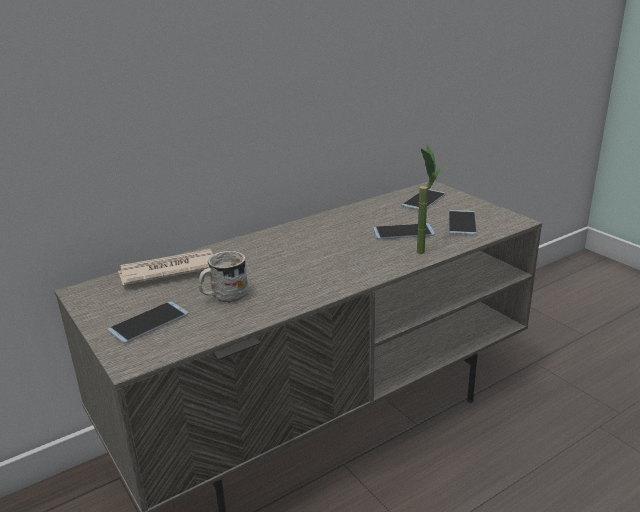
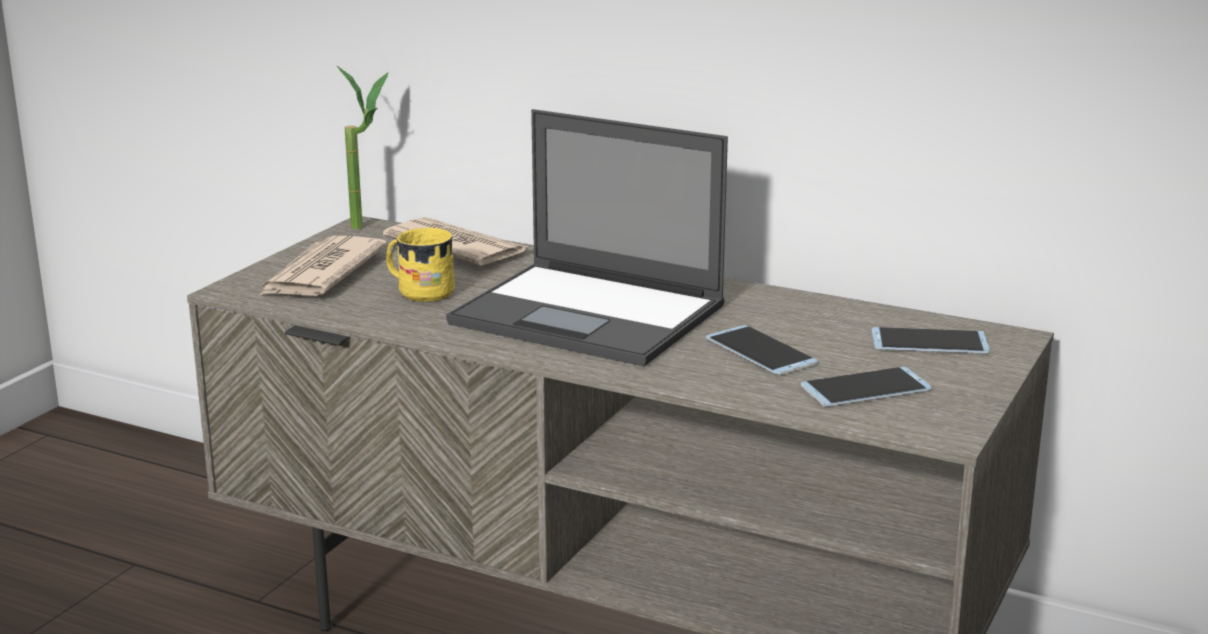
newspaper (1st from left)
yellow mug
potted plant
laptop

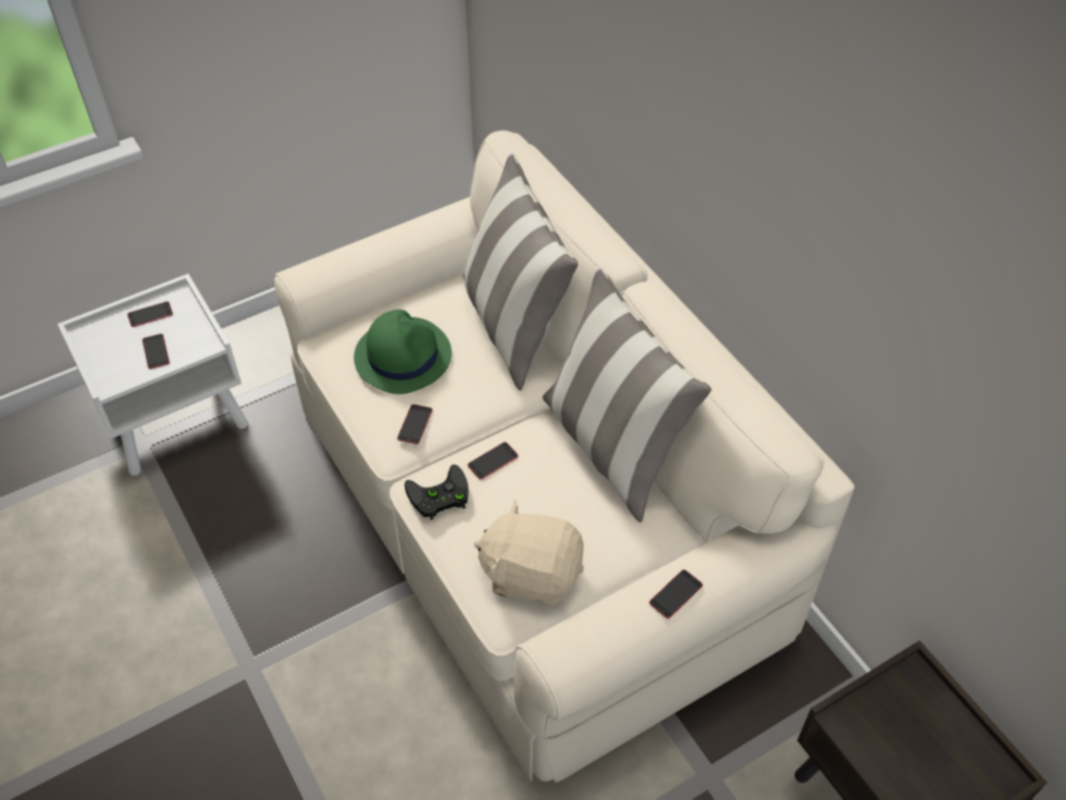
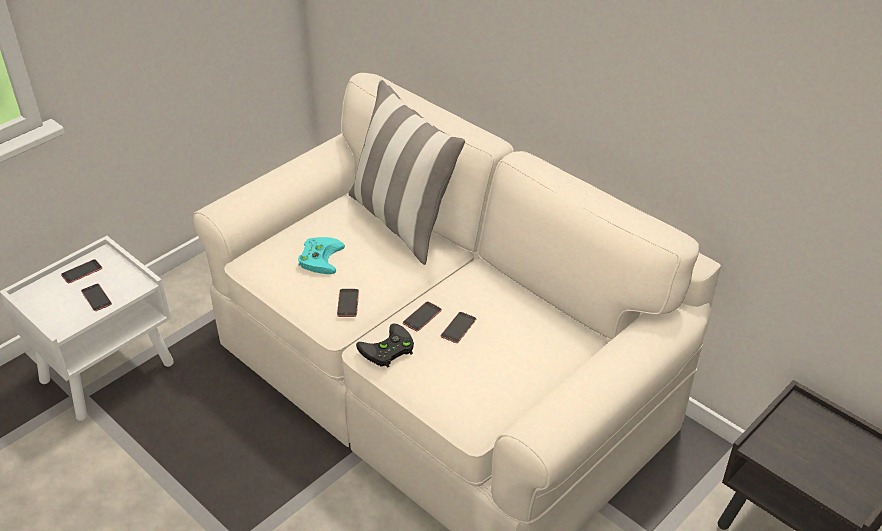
turquoise game controller
beige plush toy
pillow (2nd from left in the first image)
phone (5th from left)

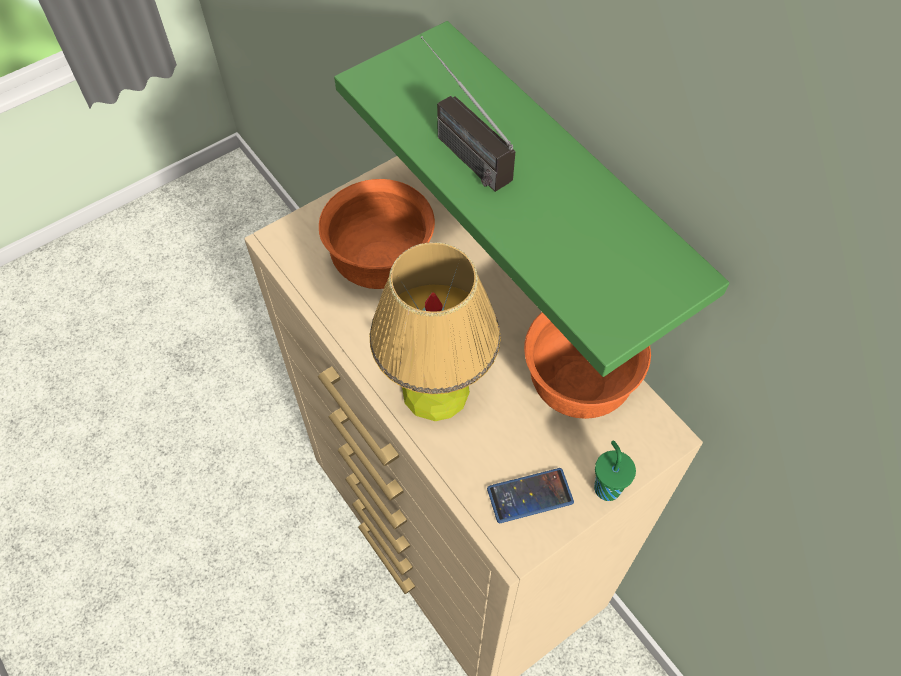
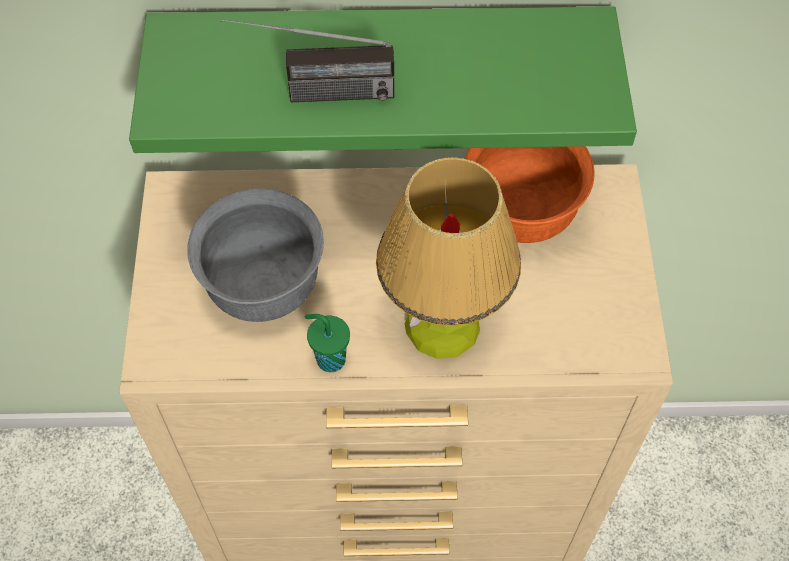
grey bowl
phone
green cup

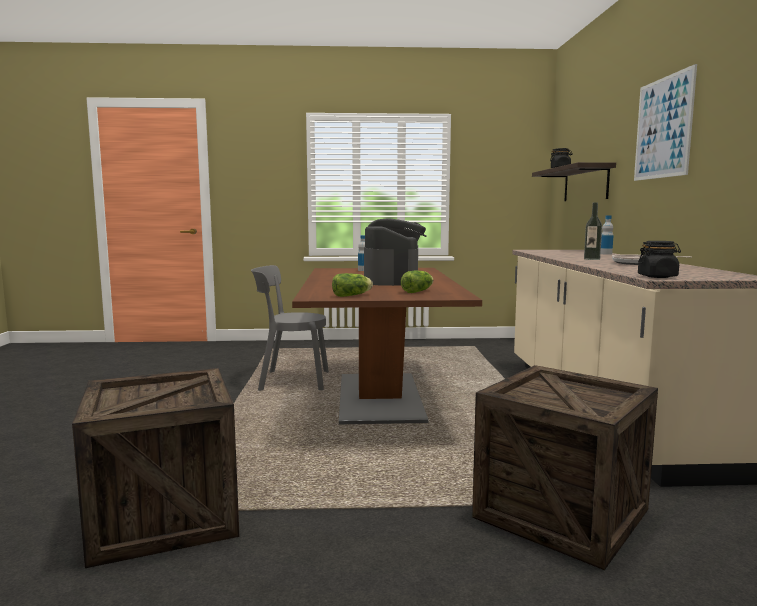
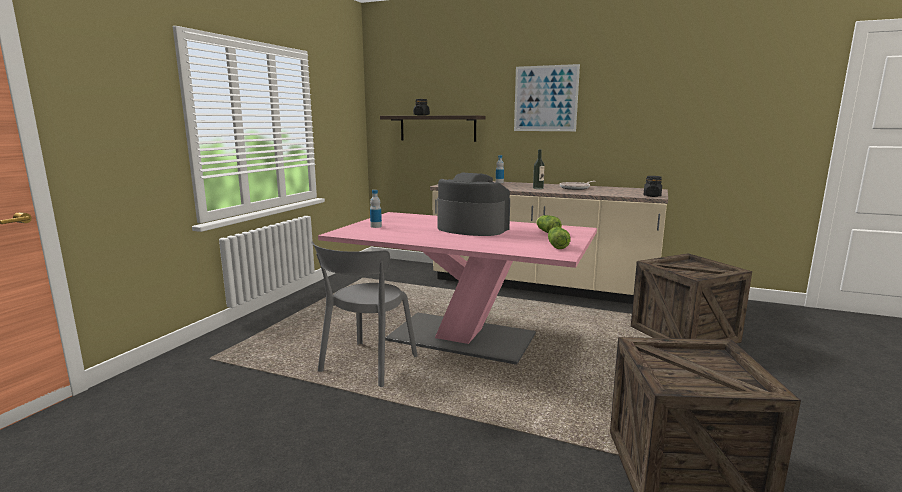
pink dining table

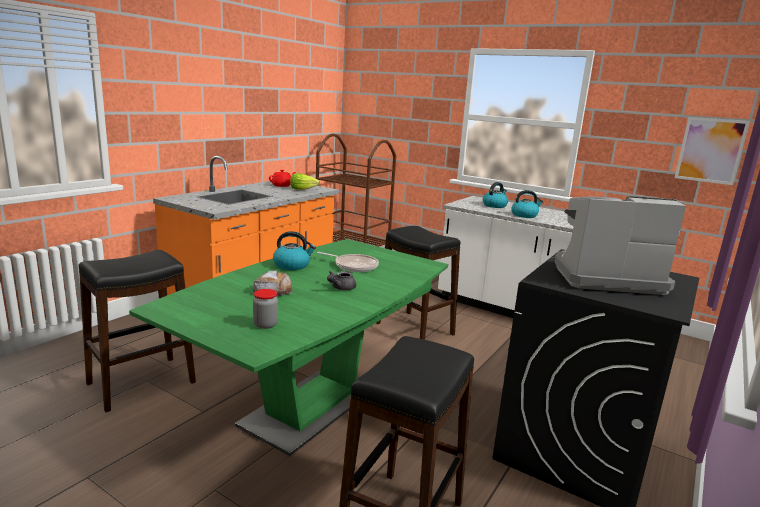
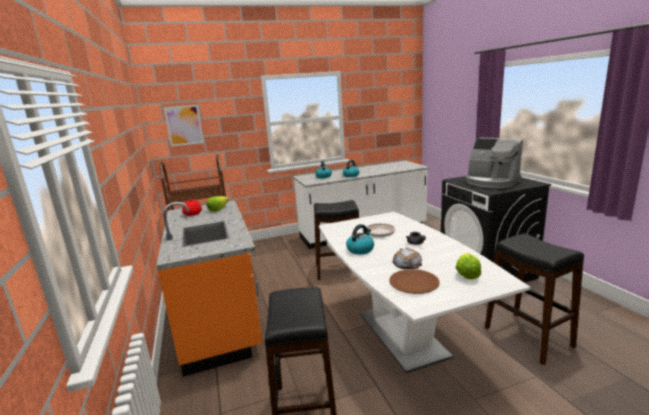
white dining table
lettuce (2nd from left)
coffee machine
picture
brown plate

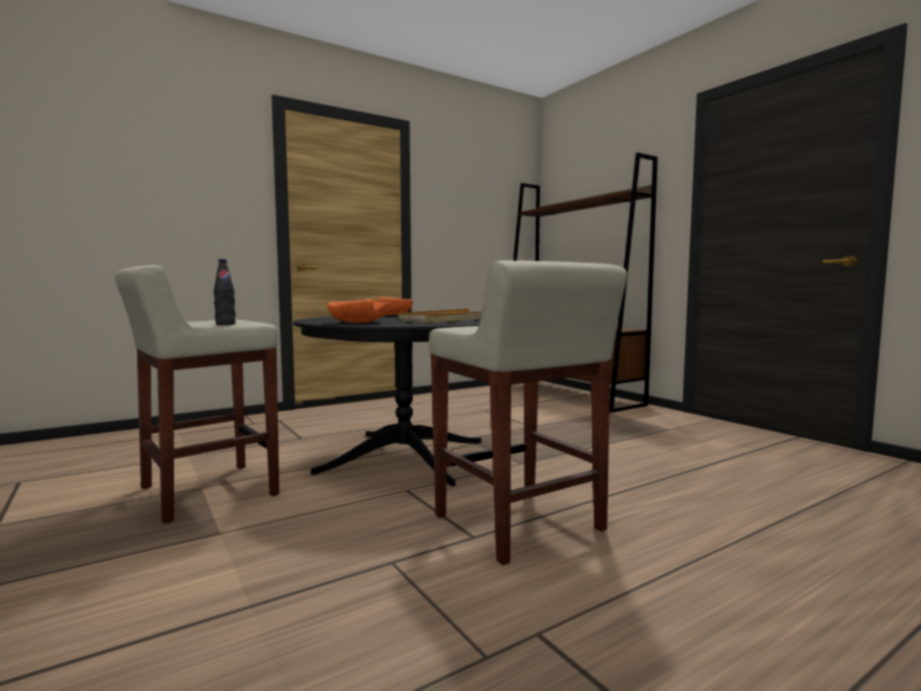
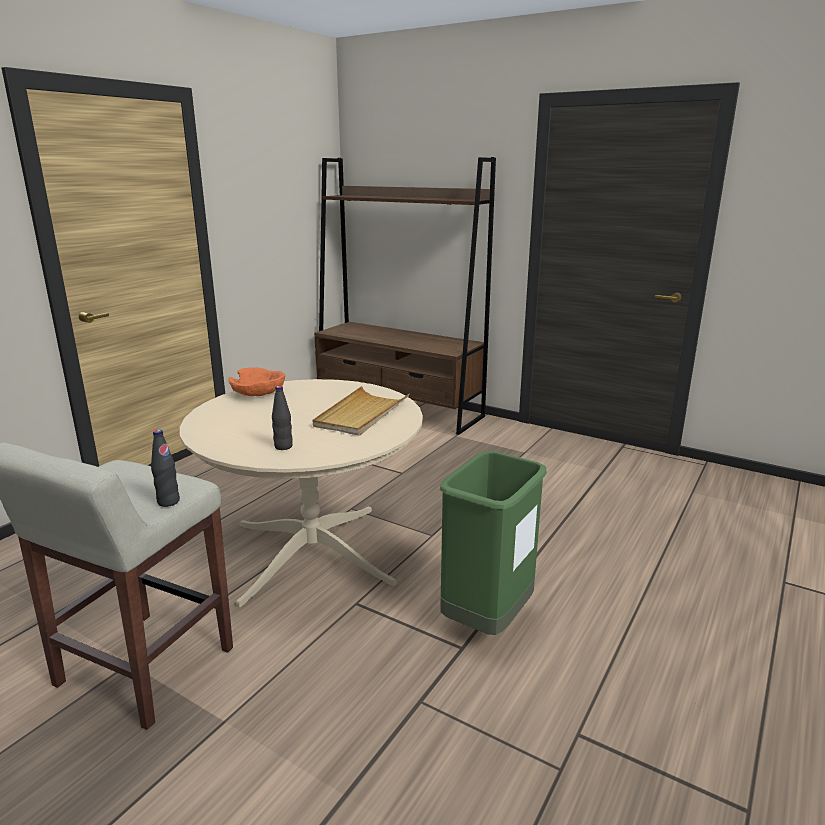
beige dining table
black bottle (2nd from left)
green trash can

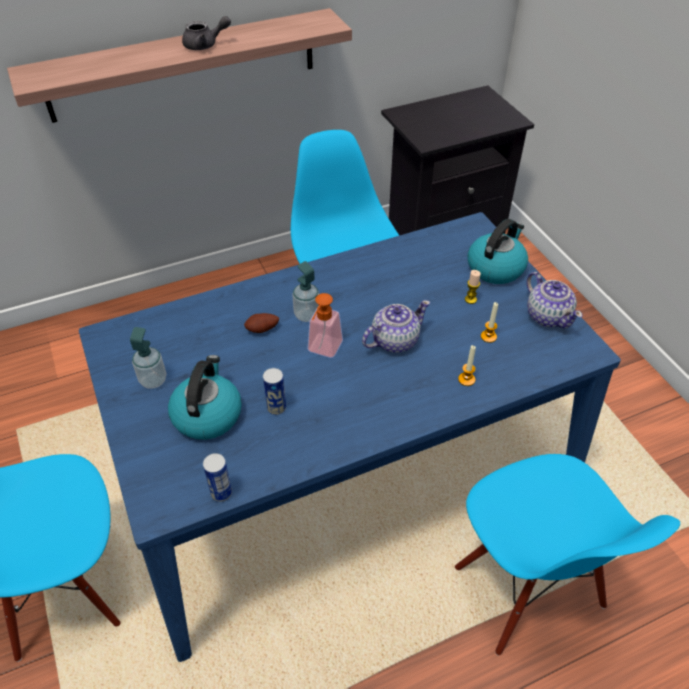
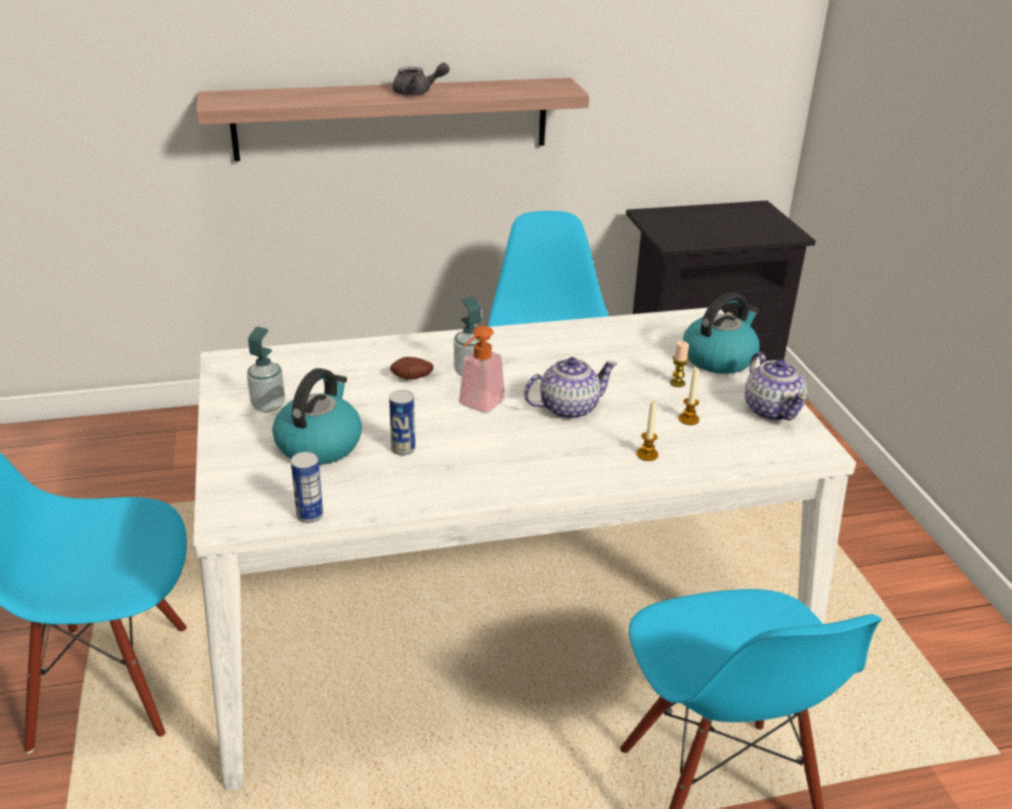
white dining table

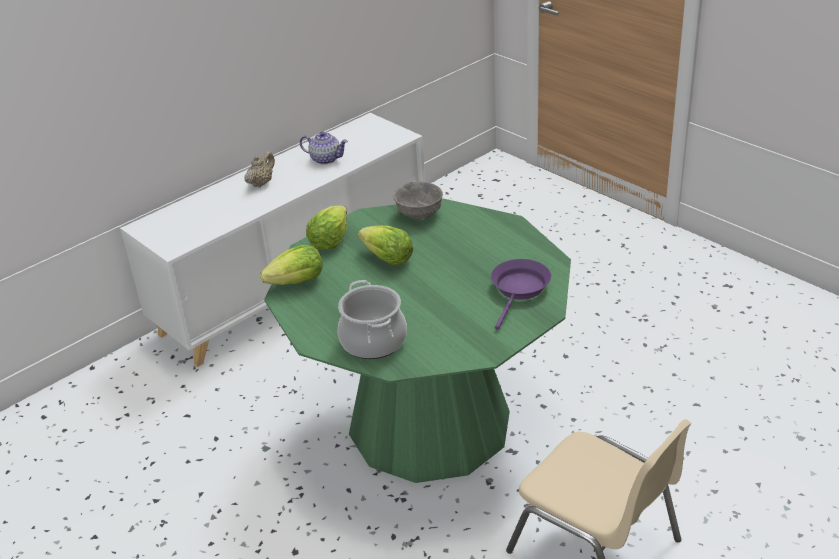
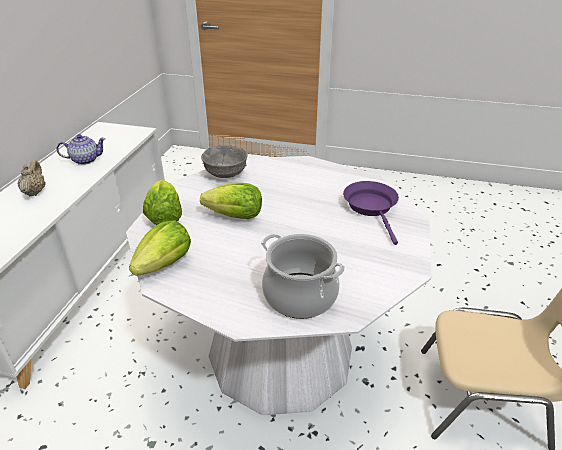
white dining table

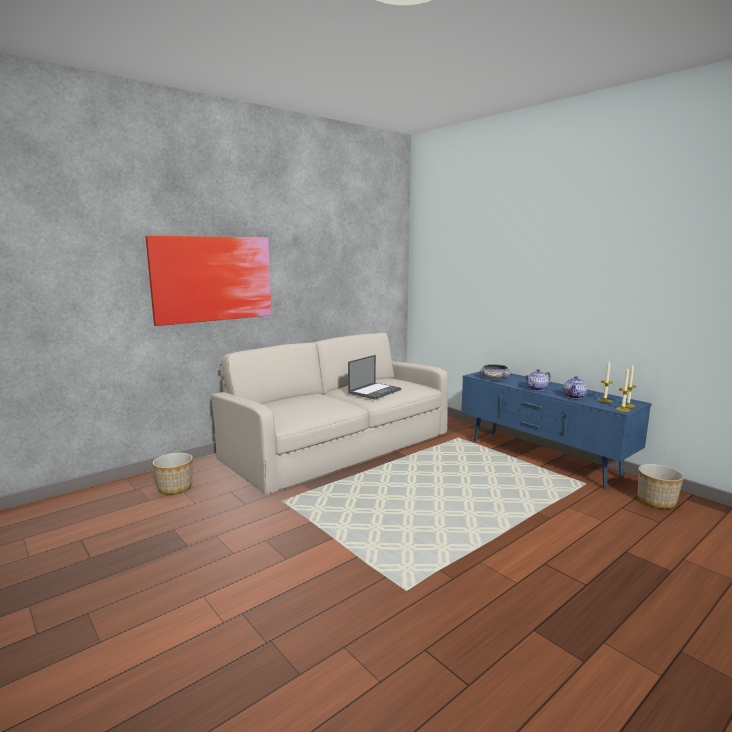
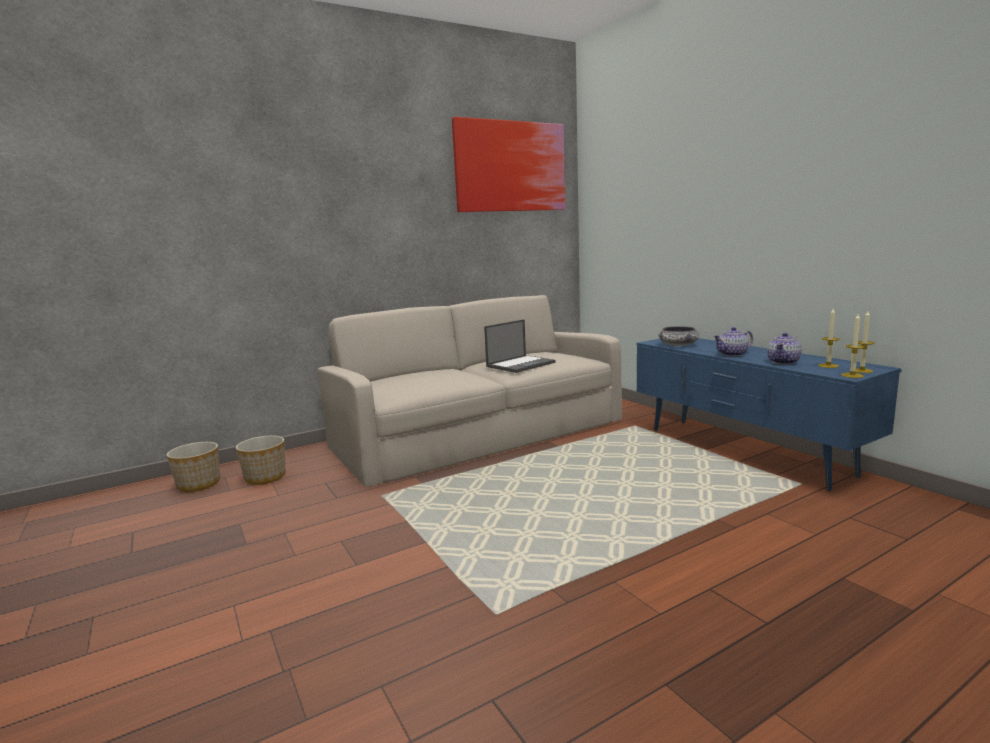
picture
planter (1st from left)

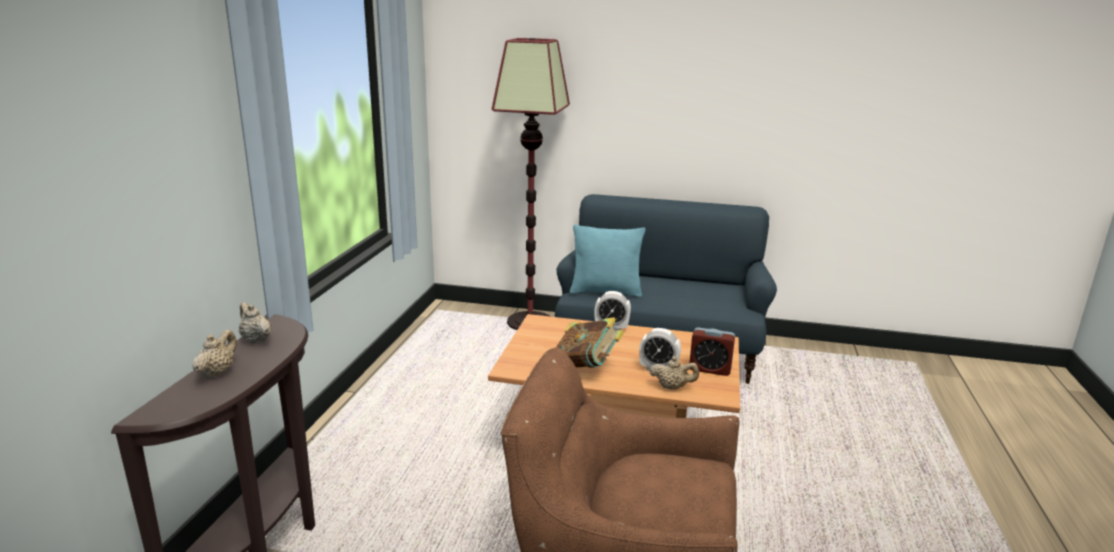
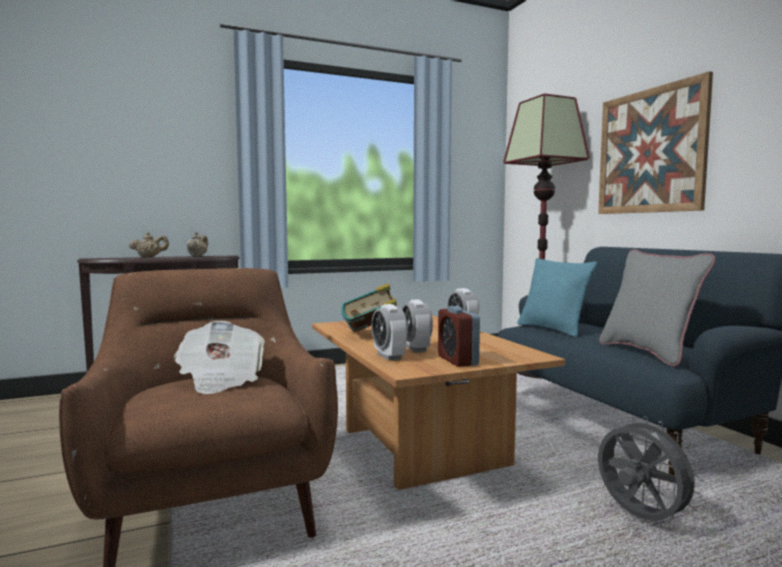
alarm clock (1st from left)
newspaper
picture
grey fan
grey pillow

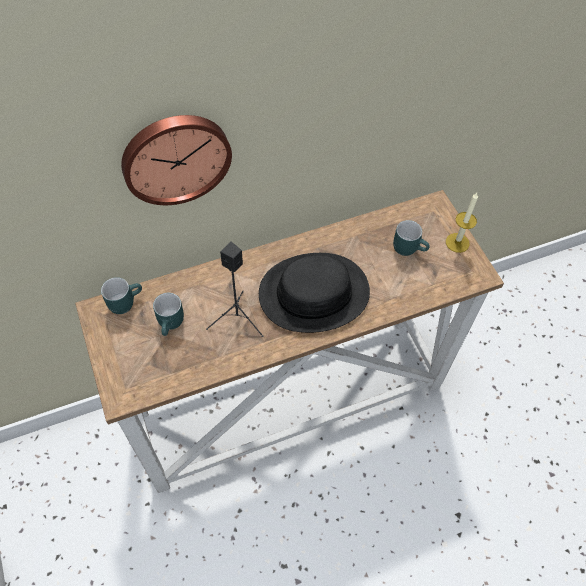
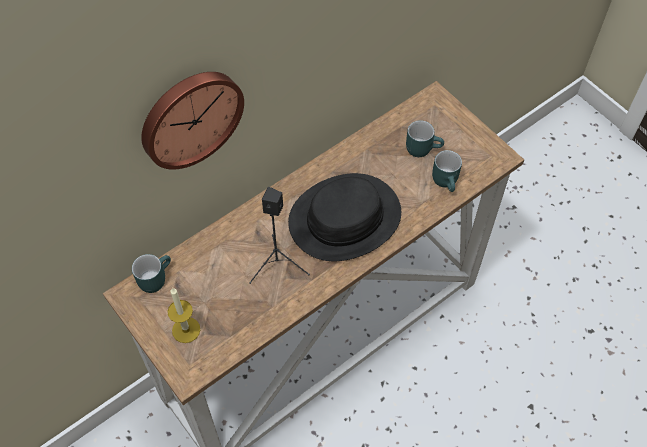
turquoise mug (3rd from left)
candle

